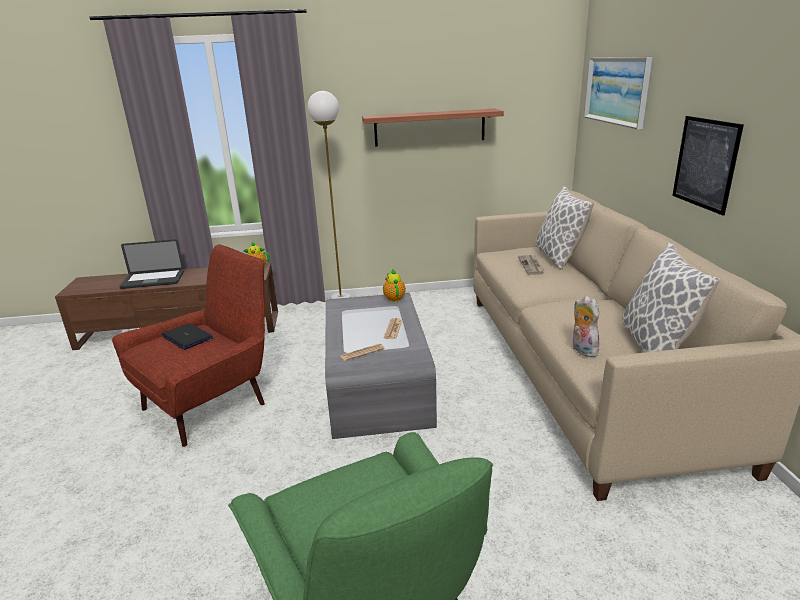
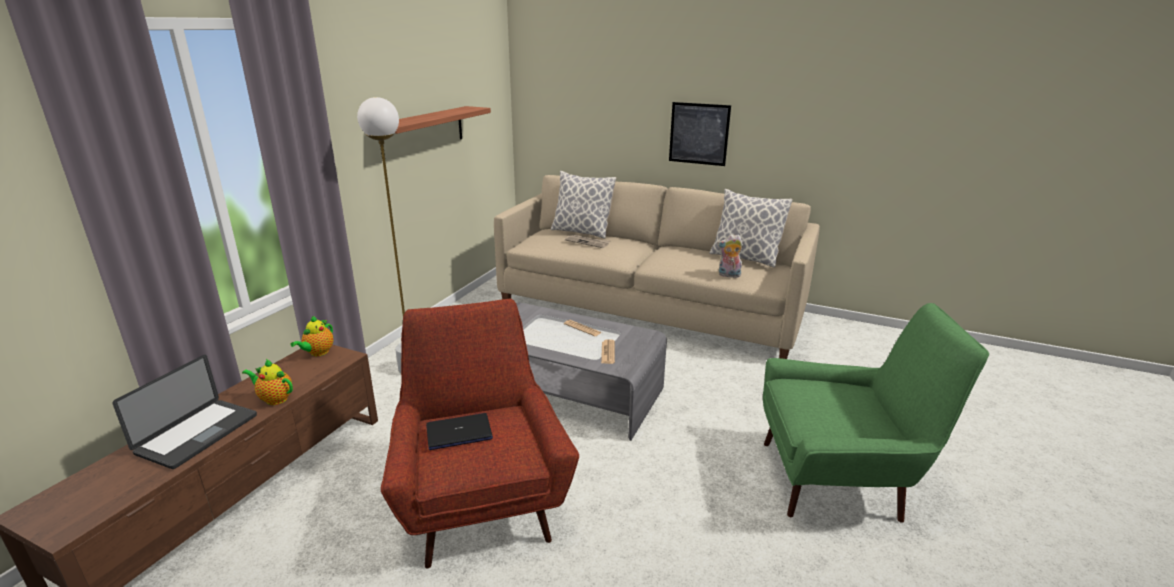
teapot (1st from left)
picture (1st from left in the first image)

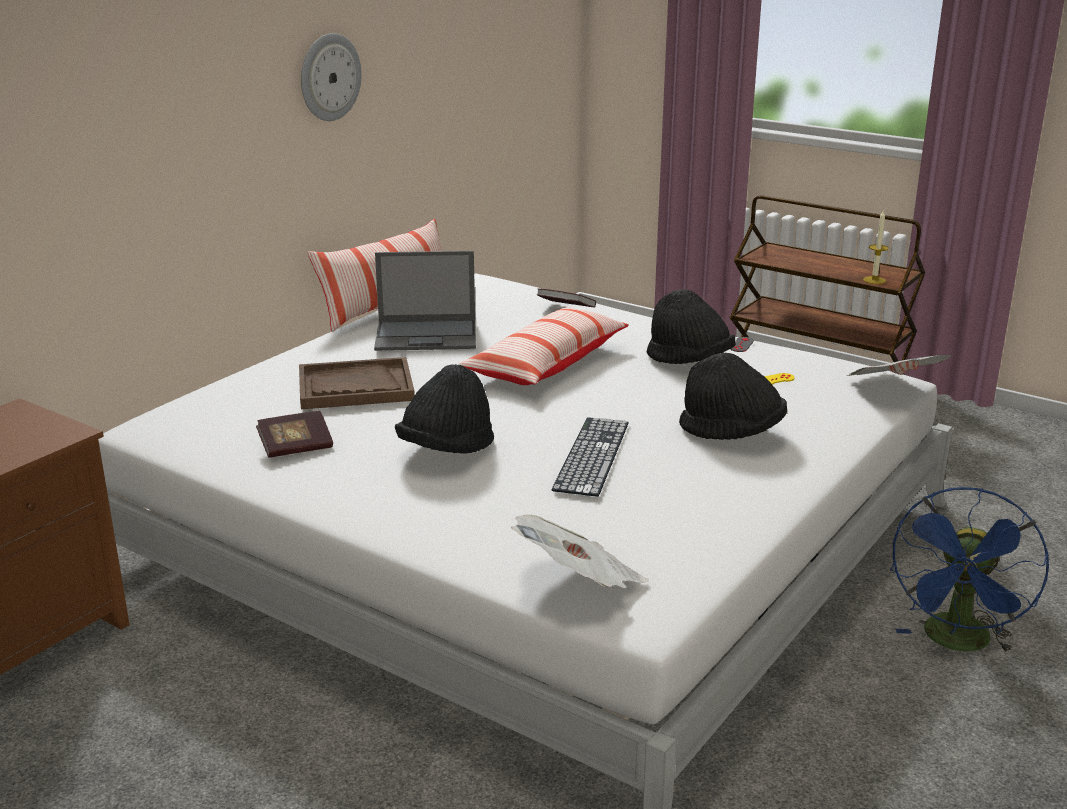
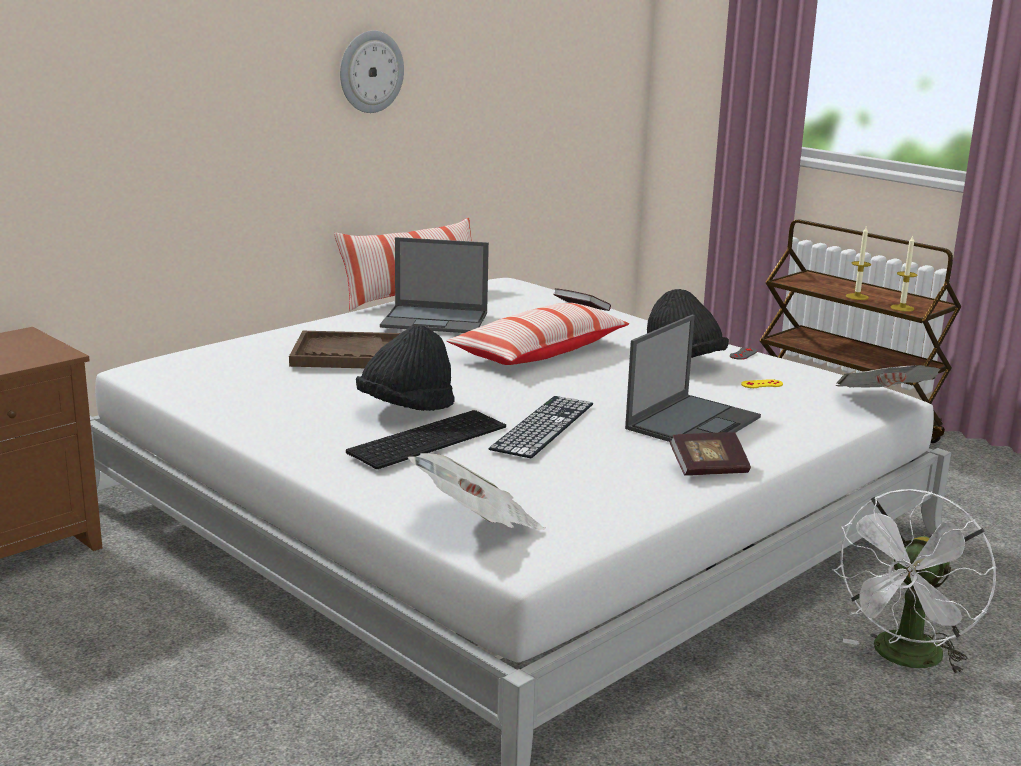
book (2nd from left)
laptop (2nd from left)
white fan
keyboard (1st from left)
candle (1st from left)

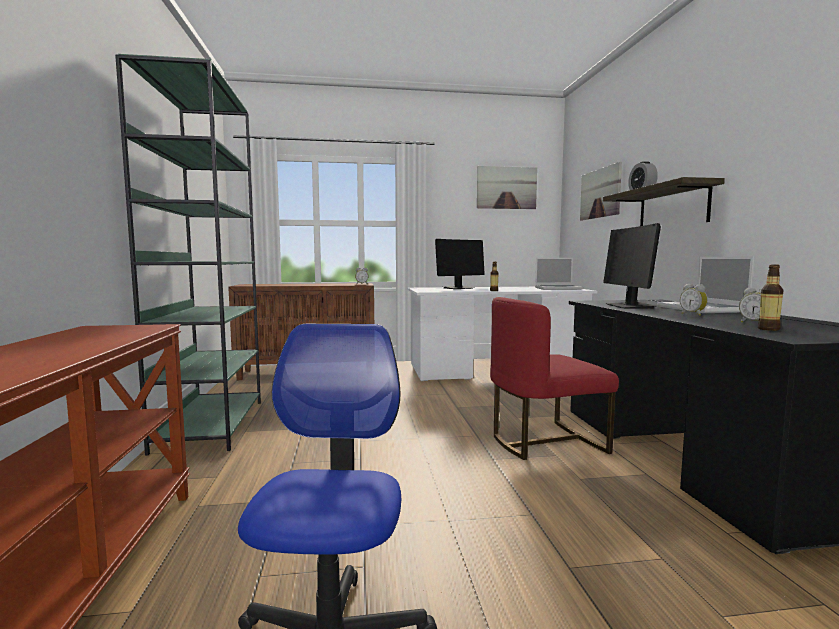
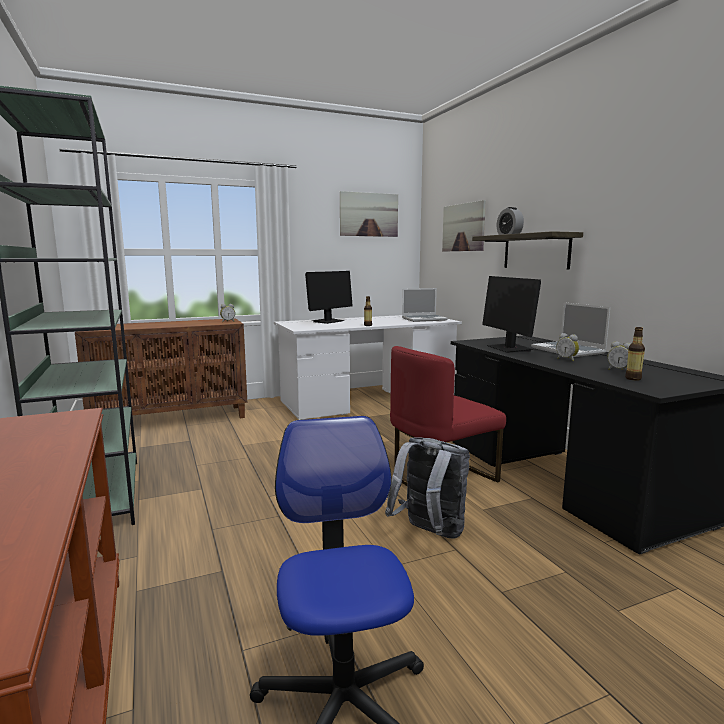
grey backpack

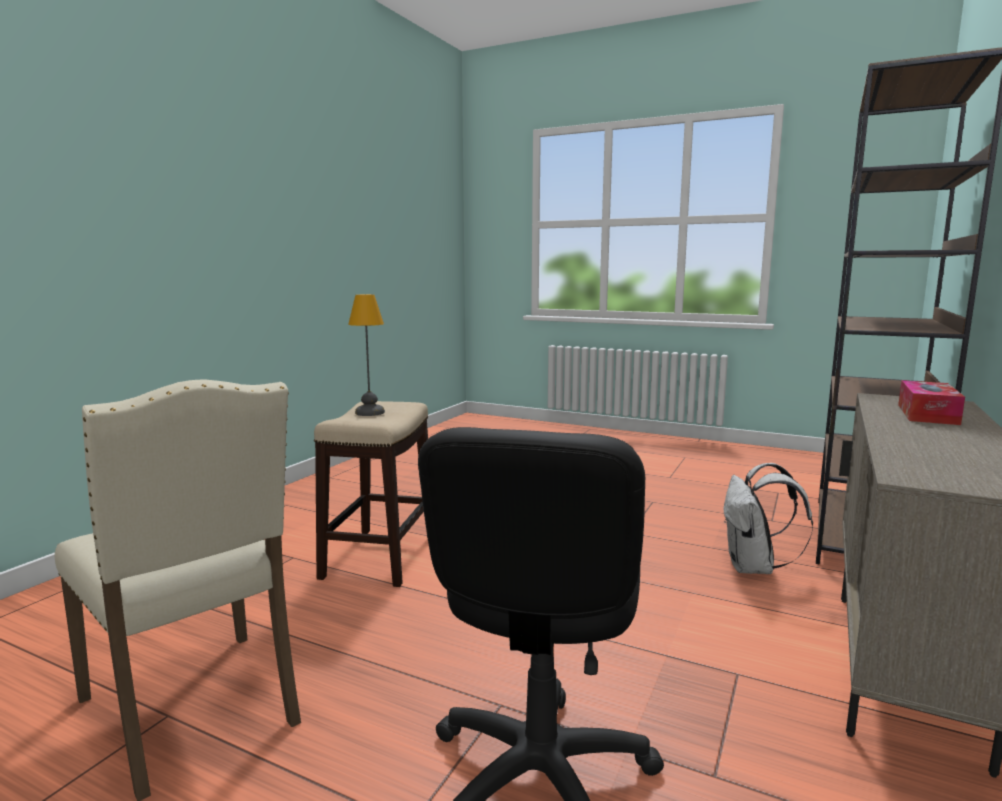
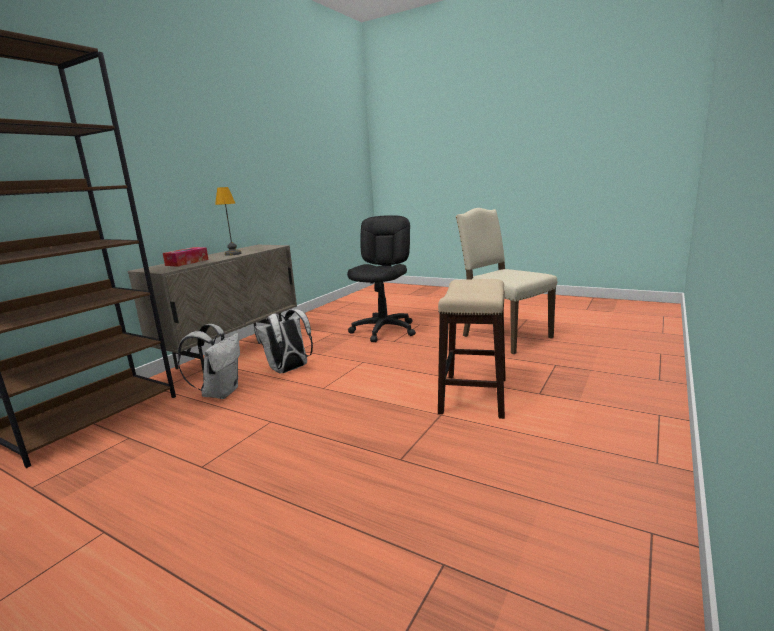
table lamp
white backpack (2nd from left)

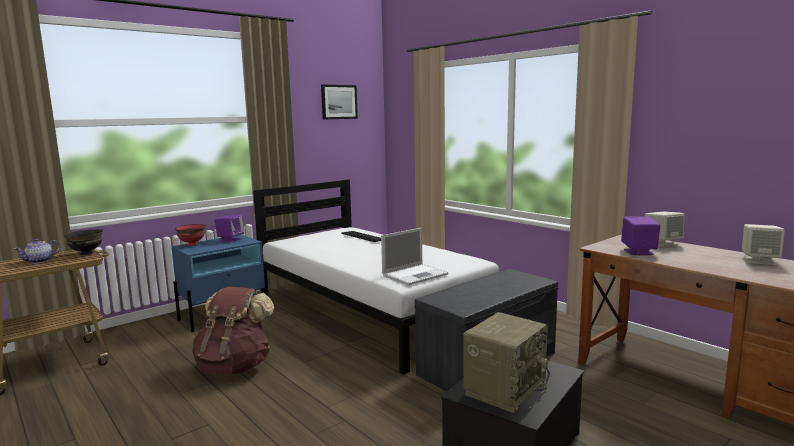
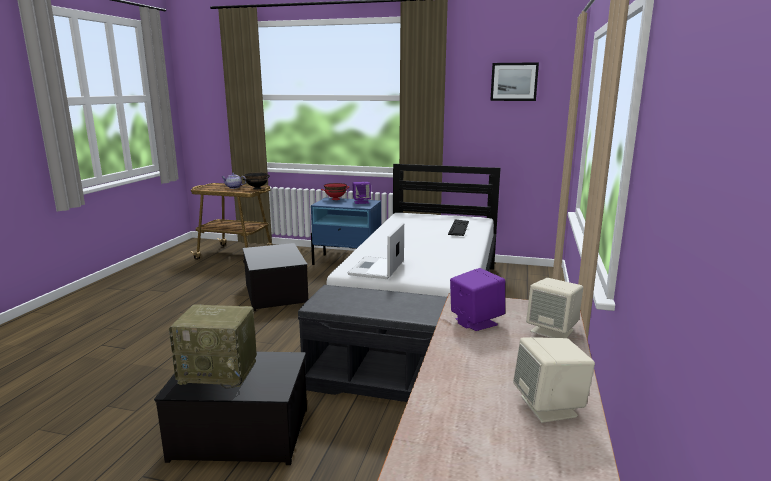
storage box (2nd from left)
laptop

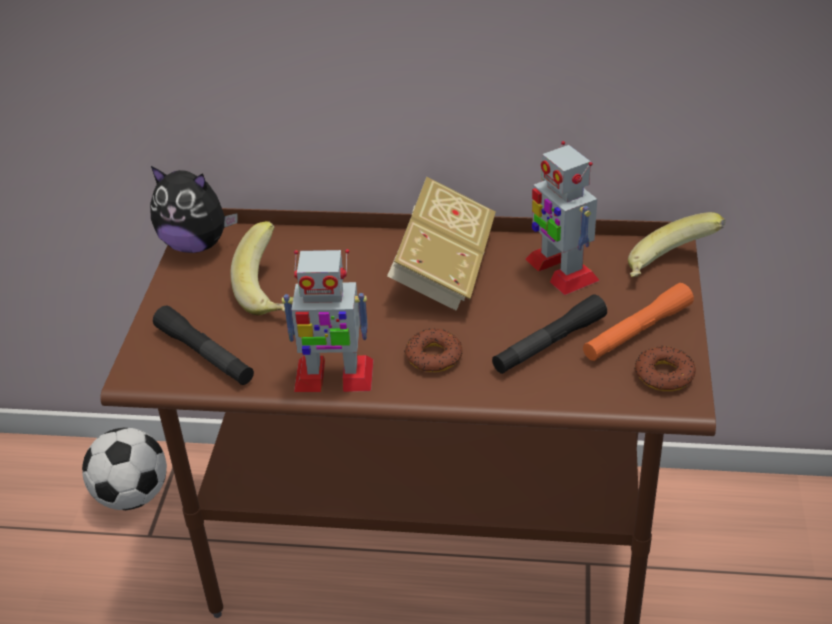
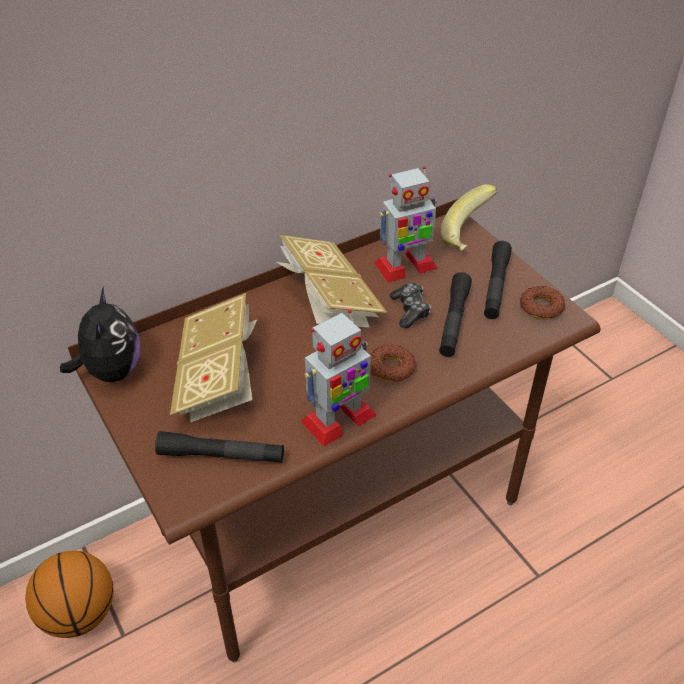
basketball
plush toy
book (1st from left)
toy robot (2nd from left)
black flashlight (3rd from left)
game controller

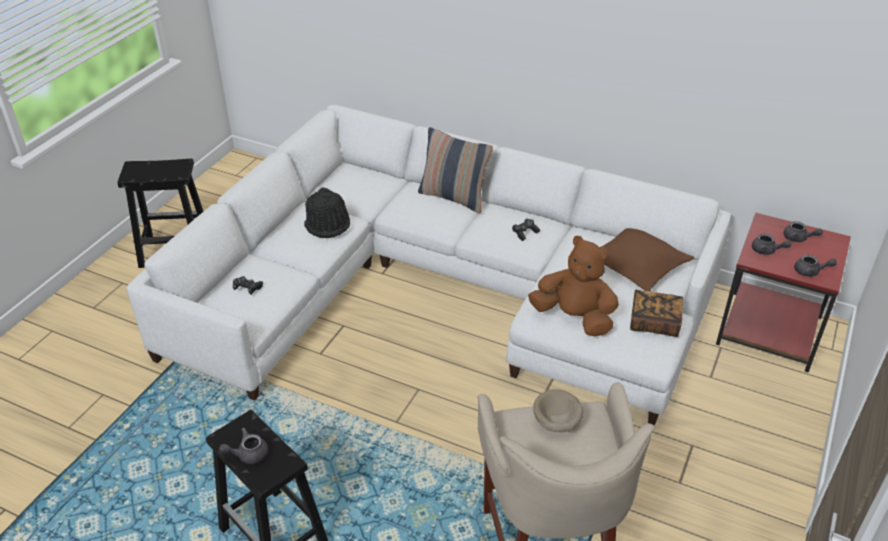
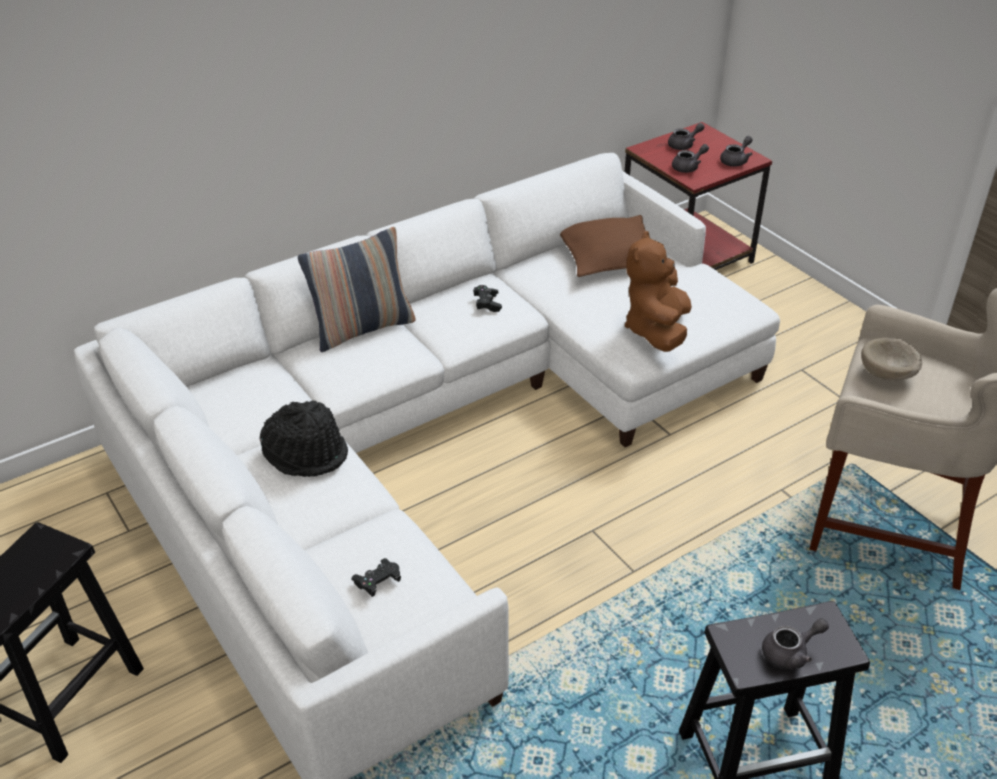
grey teapot (4th from left)
brown plush toy
book

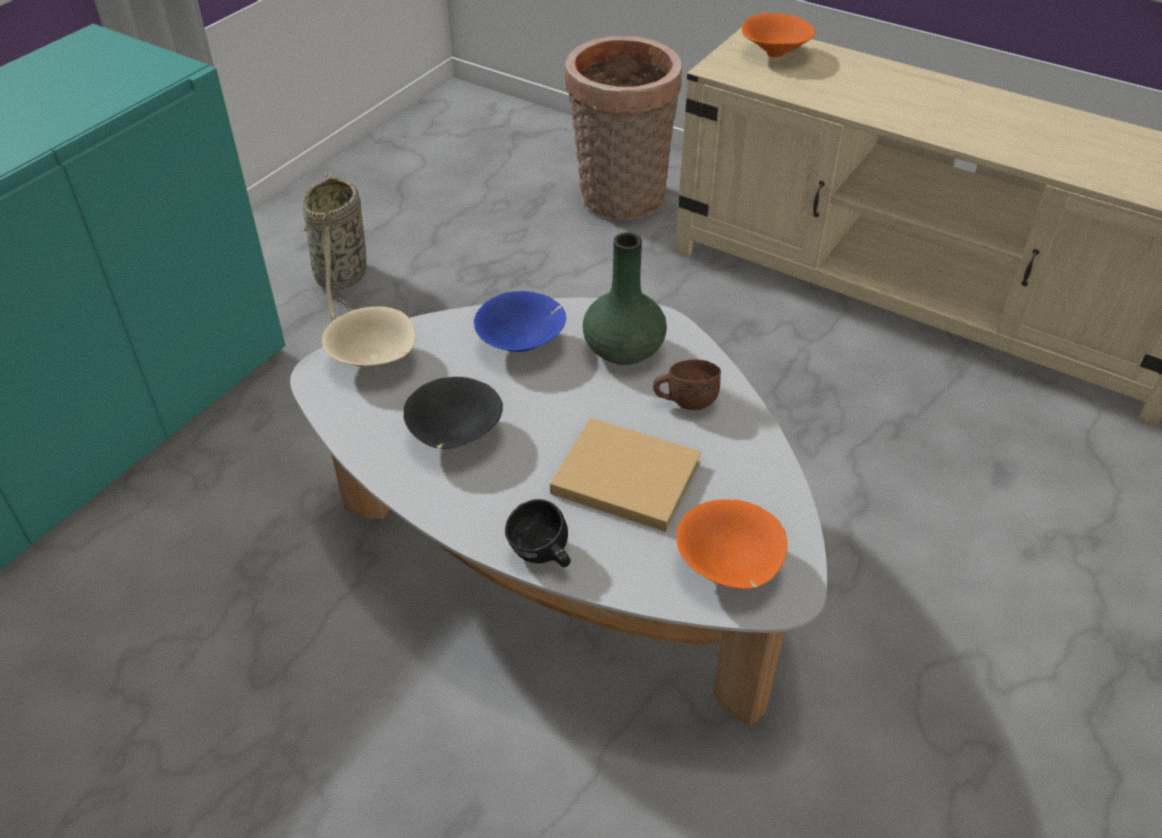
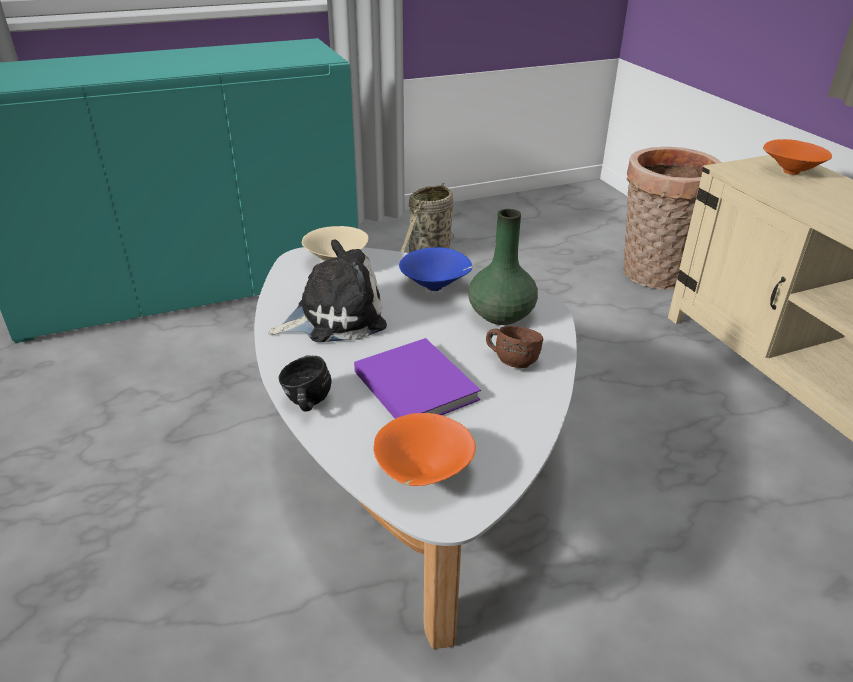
plush toy
purple book

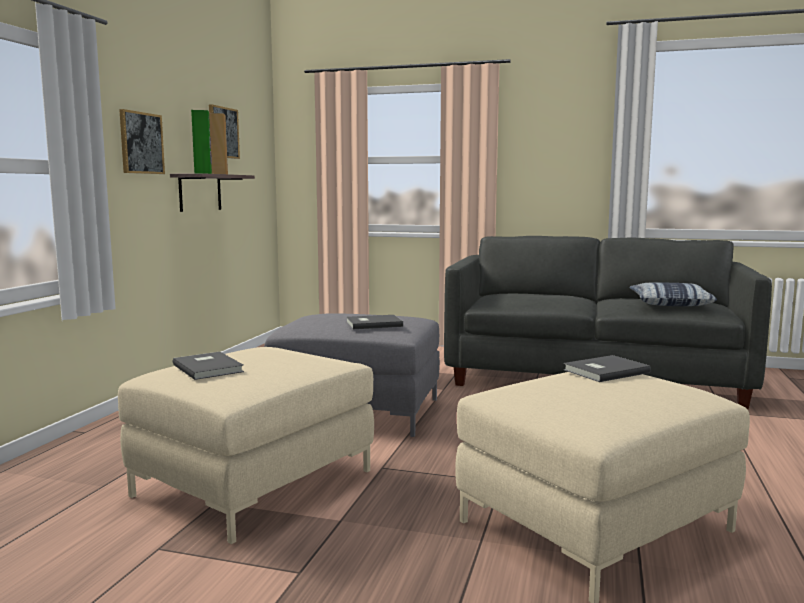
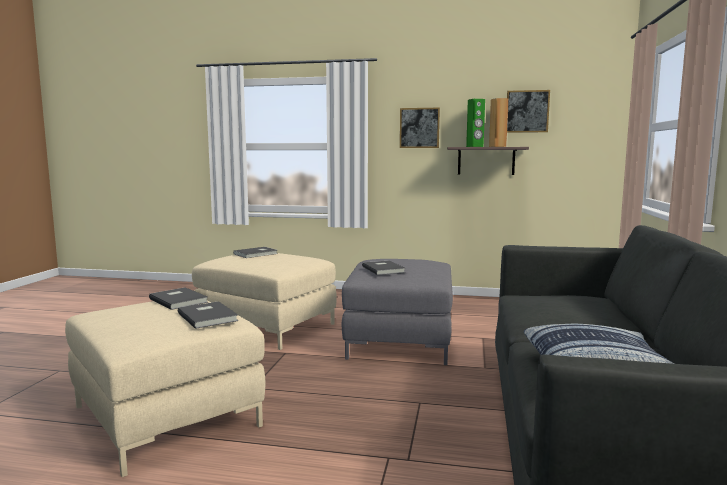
grey book (1st from left)

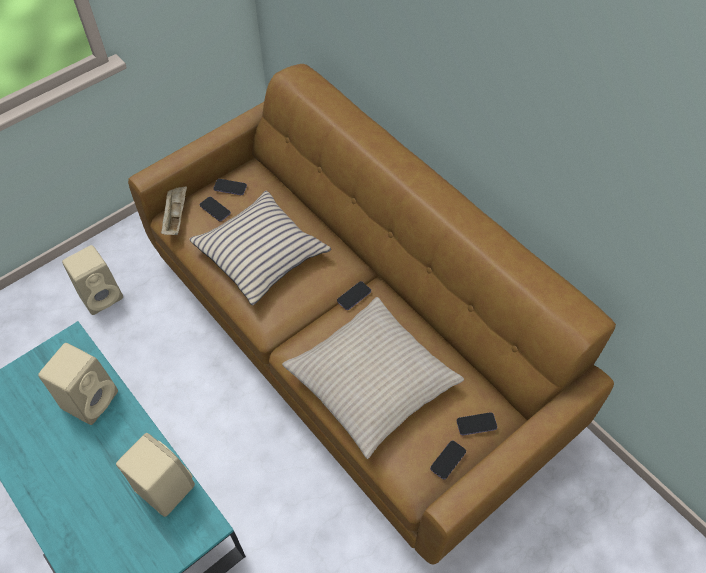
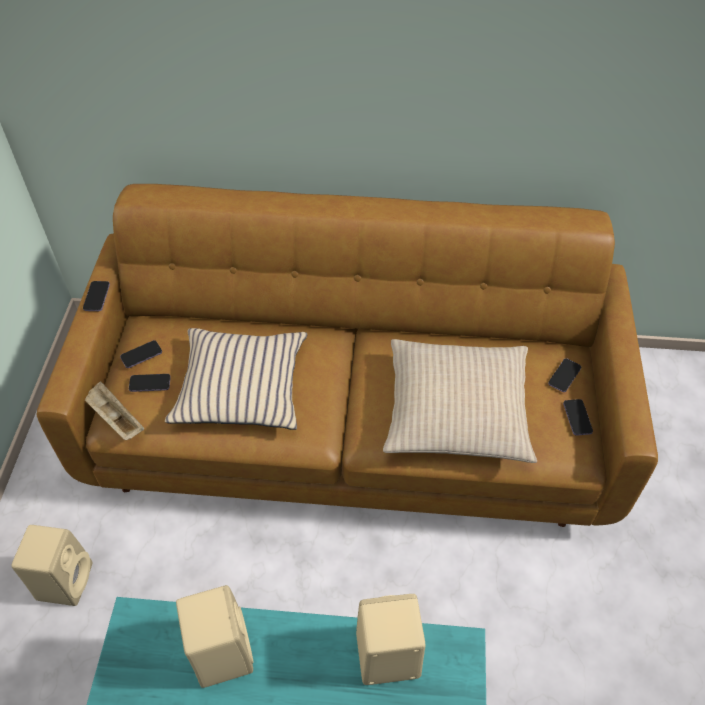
phone (1st from left)

